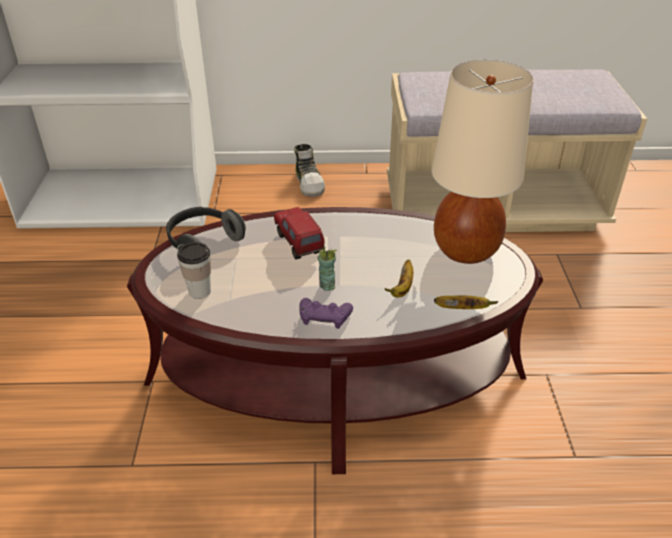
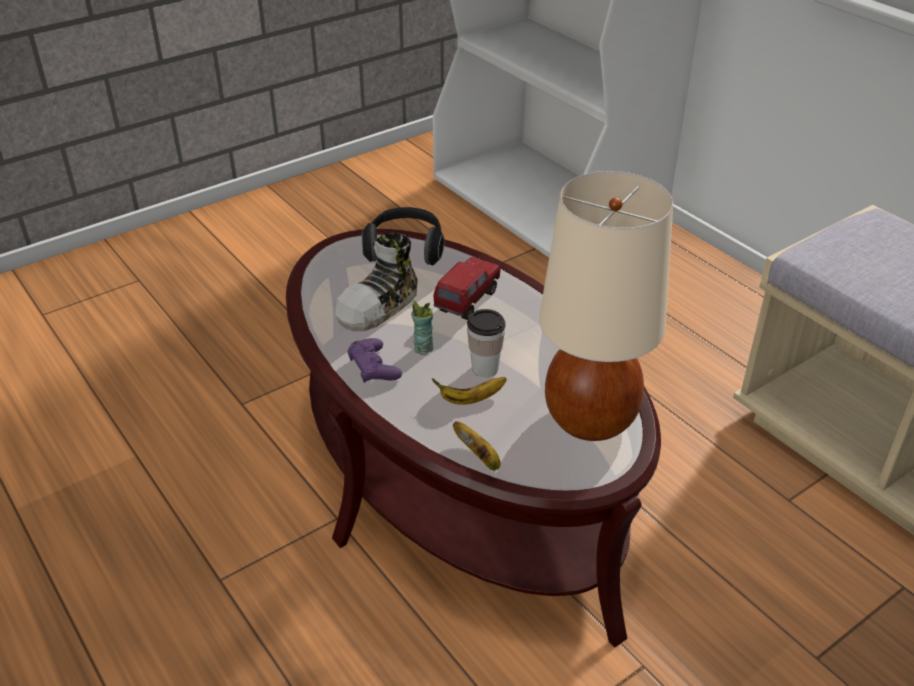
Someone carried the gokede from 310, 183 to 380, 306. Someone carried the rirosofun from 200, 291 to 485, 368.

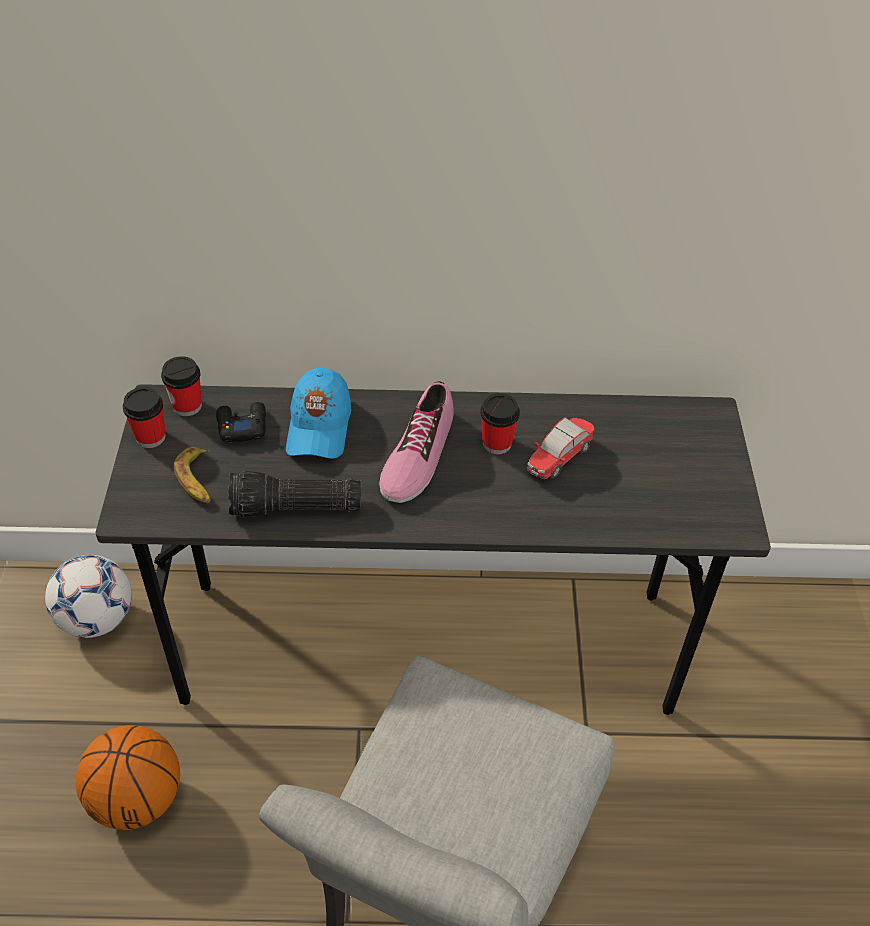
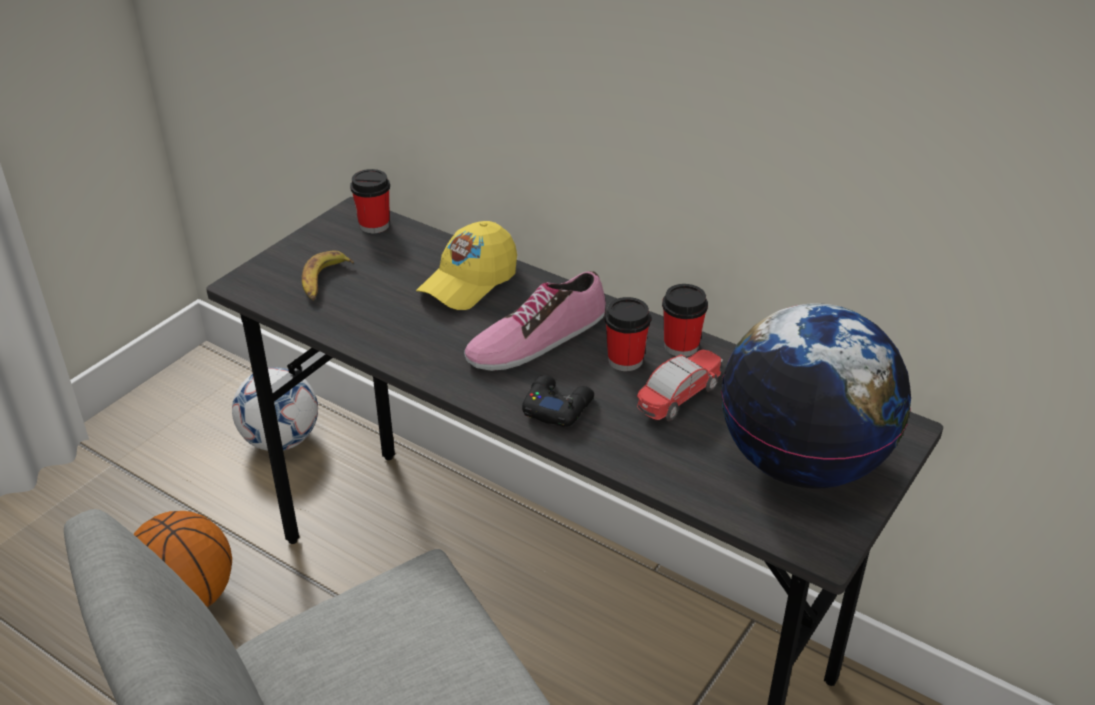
Someone repainted the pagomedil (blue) at 319, 427, which became the pagomedil (yellow) at 469, 282. Someone carried the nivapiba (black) from 242, 426 to 557, 407. Someone rotated the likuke at 559, 458 by 150 degrees clockwise. Someone carried the rirosofun from 150, 437 to 681, 346. Someone put down the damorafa at 803, 462. Someone took away the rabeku at 295, 509.

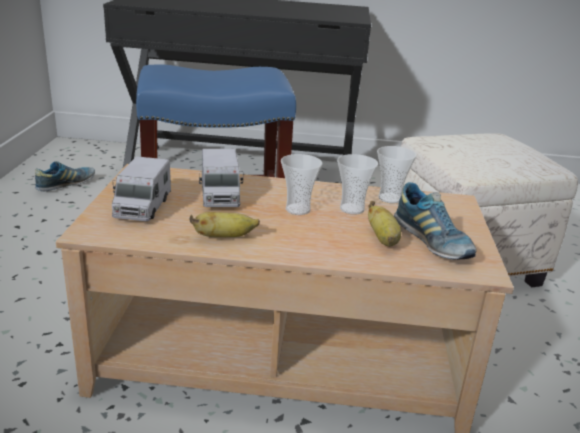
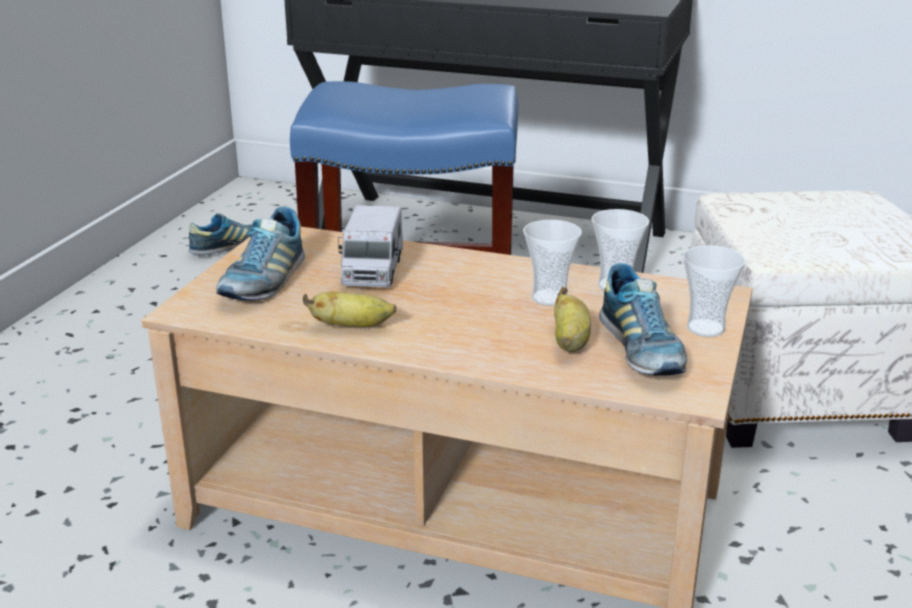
Someone swapped the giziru at 142, 207 for the gokede at 264, 281. Someone carried the rirosofun from 298, 209 to 705, 328.

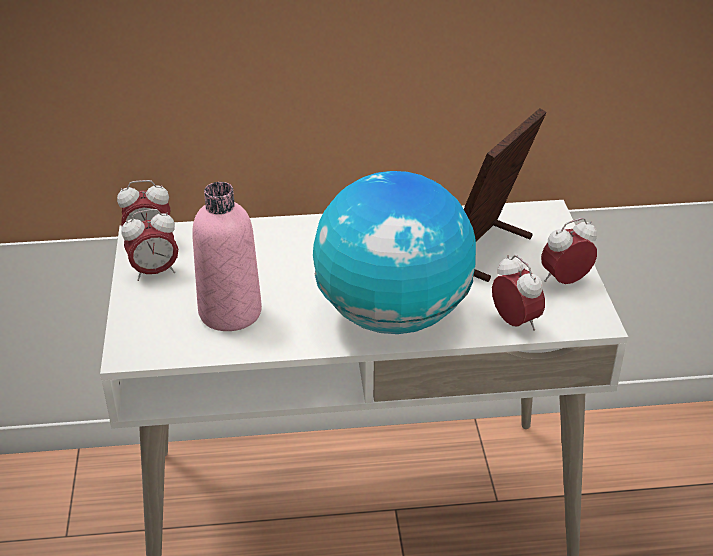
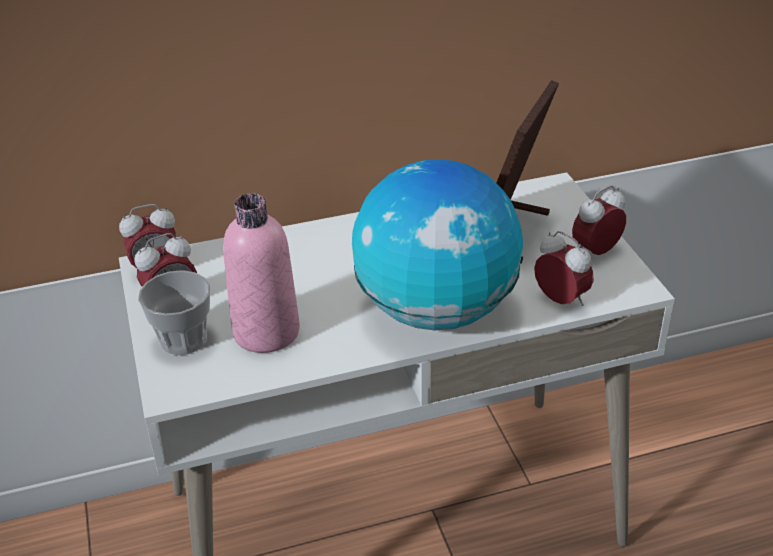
Someone put down the rirosofun at 183, 339.

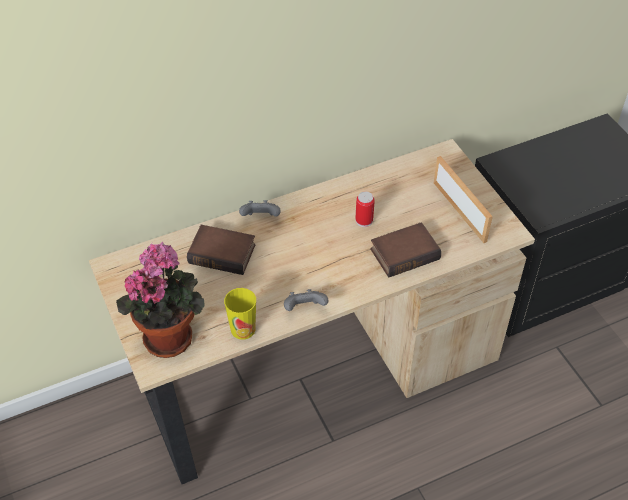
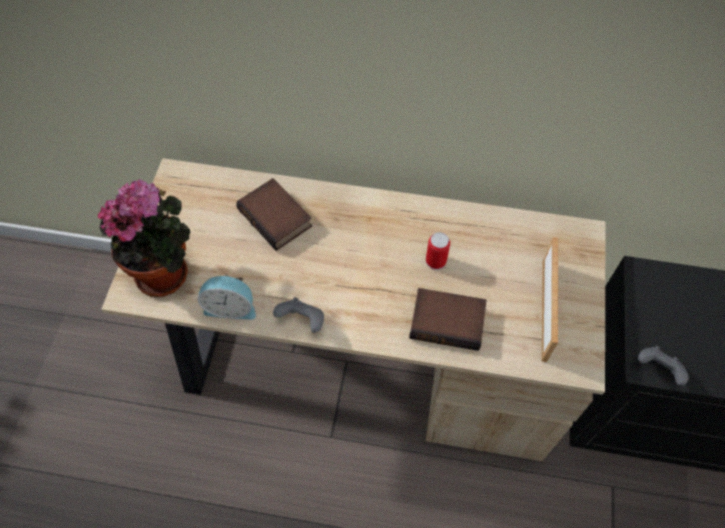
Someone swapped the rirosofun at 243, 329 for the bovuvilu at 231, 307. Someone carried the nivapiba (grey) from 261, 218 to 658, 370.

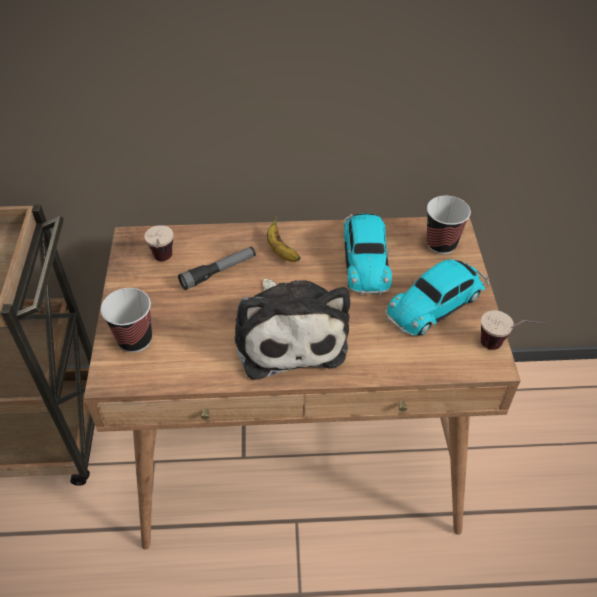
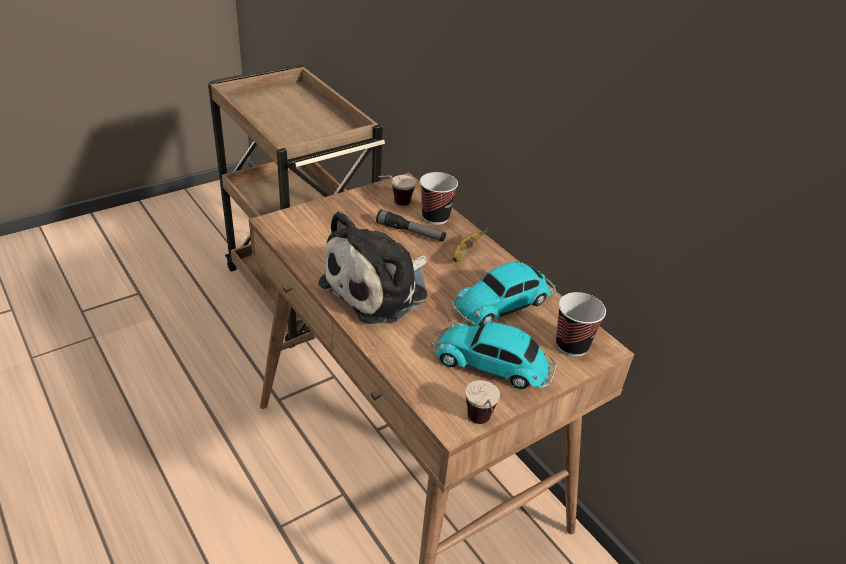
Someone carried the rirosofun from 135, 339 to 435, 217.

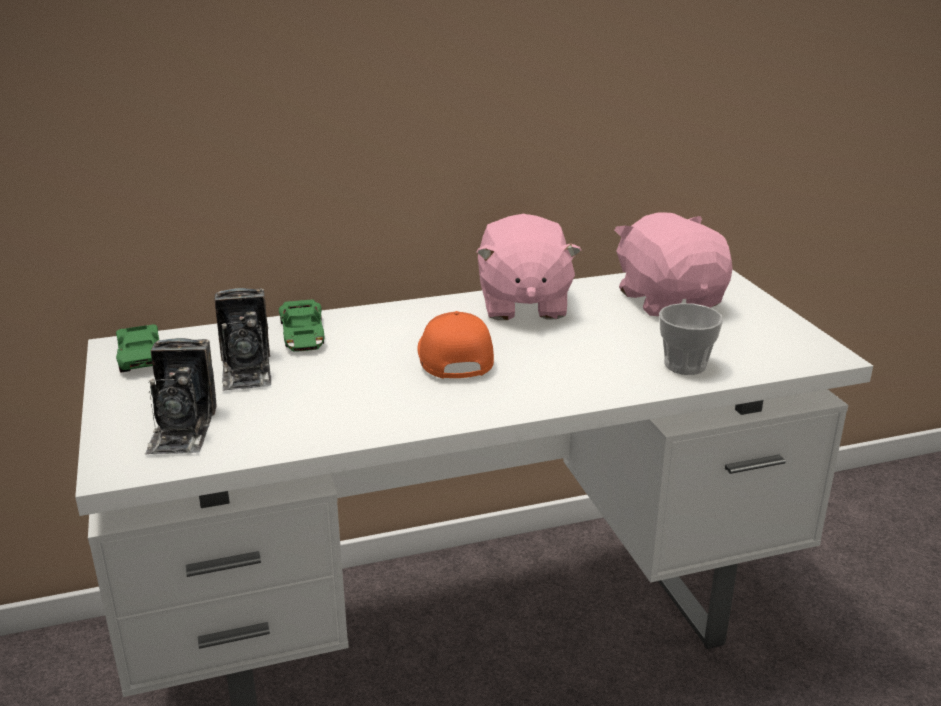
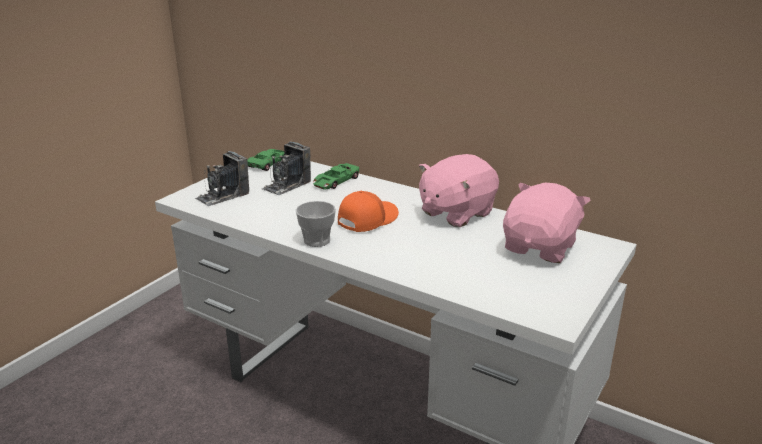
Someone carried the rirosofun from 685, 365 to 317, 240.

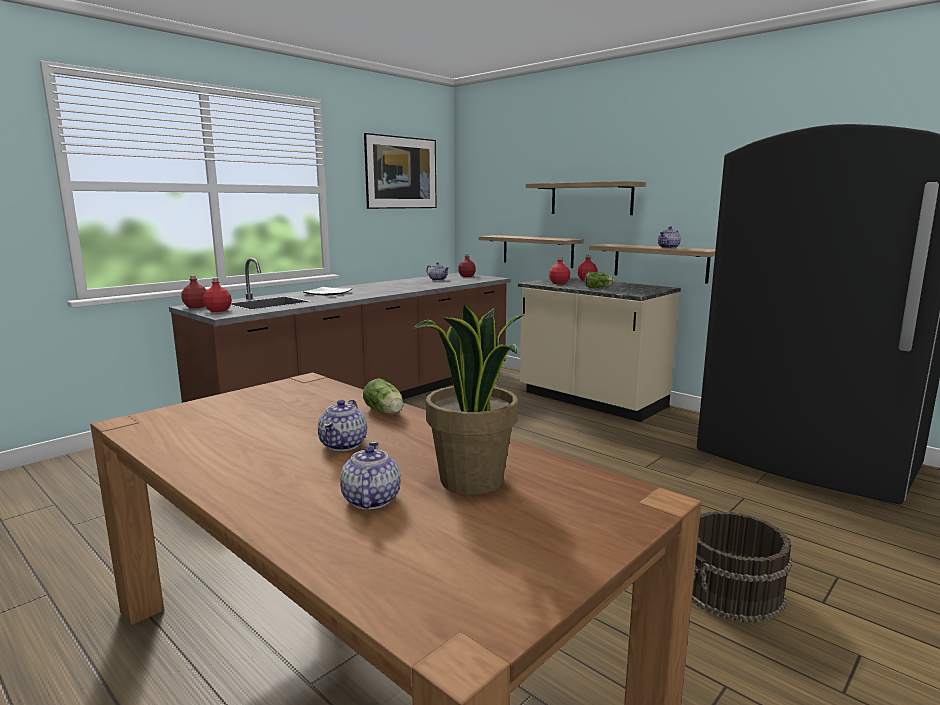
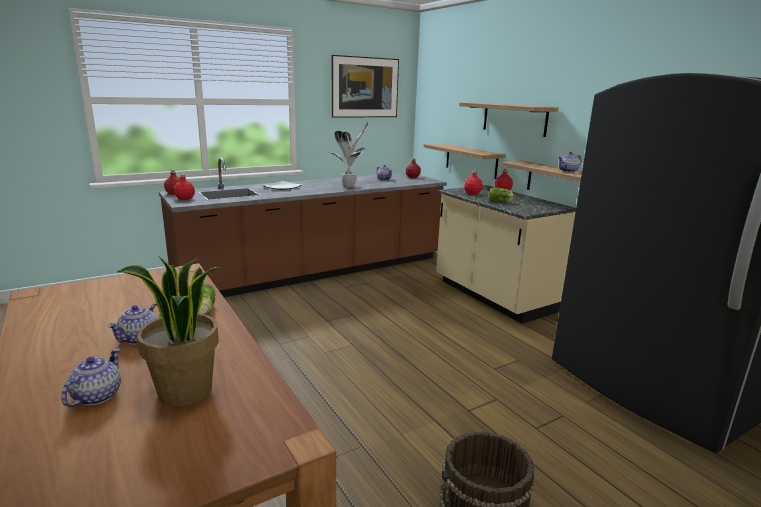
Someone put down the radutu at 350, 186.

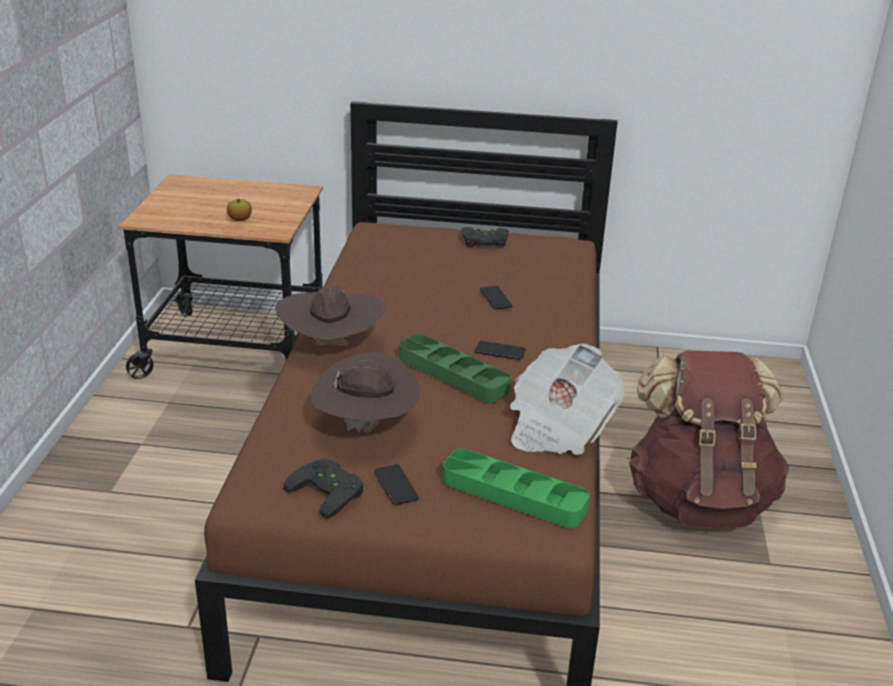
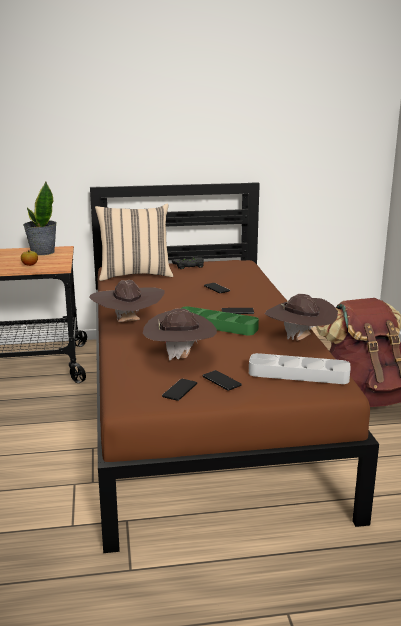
Someone put down the radutu at 42, 252. Someone put down the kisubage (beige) at 135, 275. Someone swapped the nivapiba (black) at 330, 490 for the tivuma at 179, 390. Someone repainted the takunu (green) at 513, 494, which became the takunu (grey) at 298, 374. Someone swapped the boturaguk at 558, 426 for the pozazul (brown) at 300, 340.

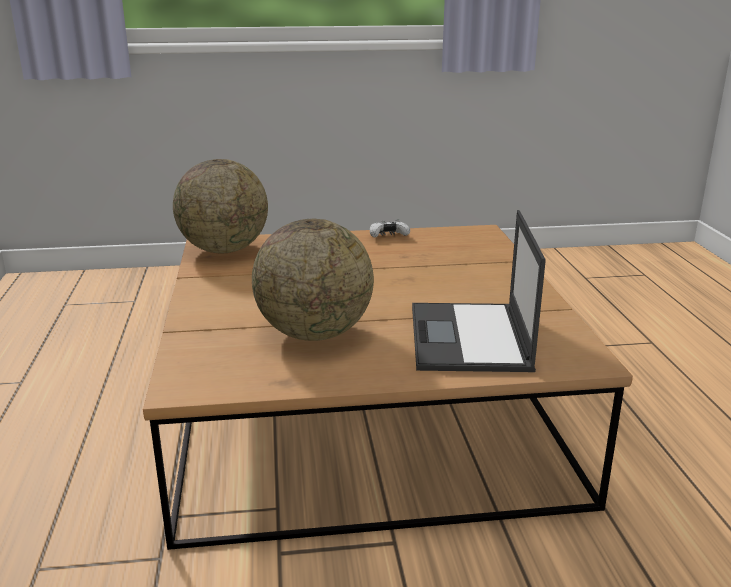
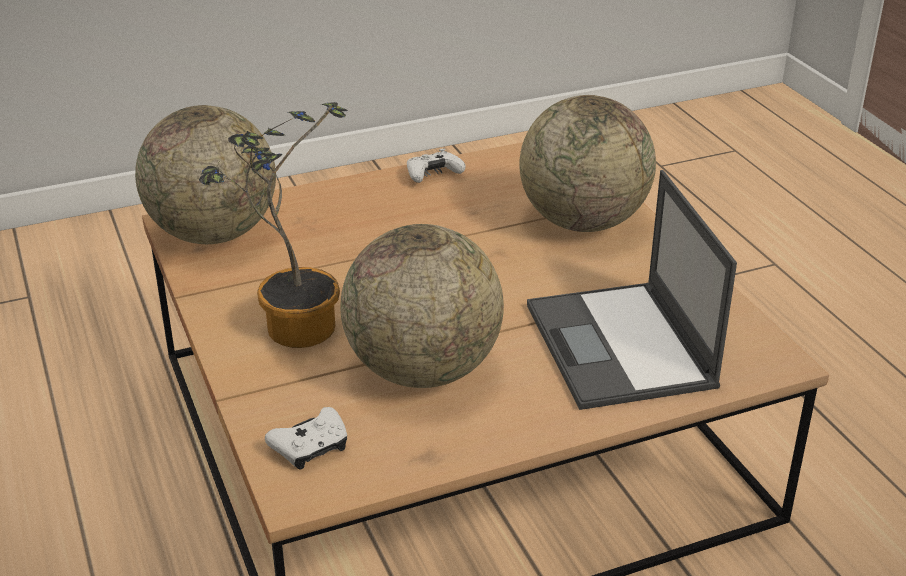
Someone put down the radutu at 292, 326. Someone put down the nivapiba (white) at 311, 448. Someone put down the damorafa at 583, 221.

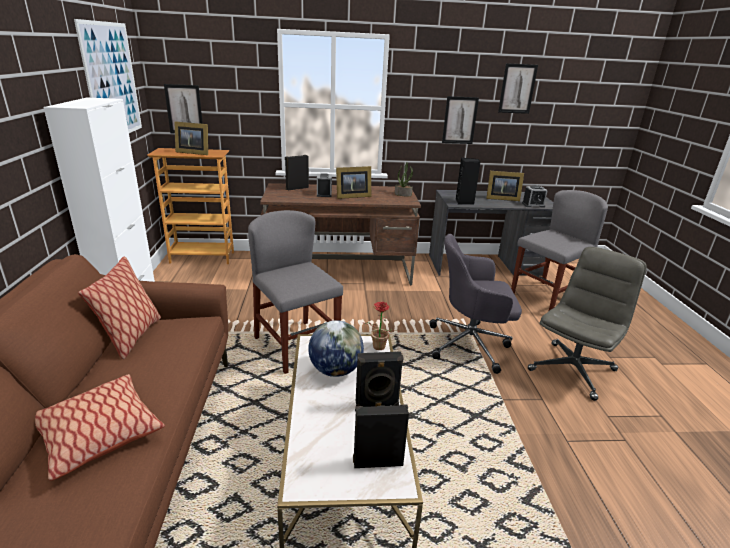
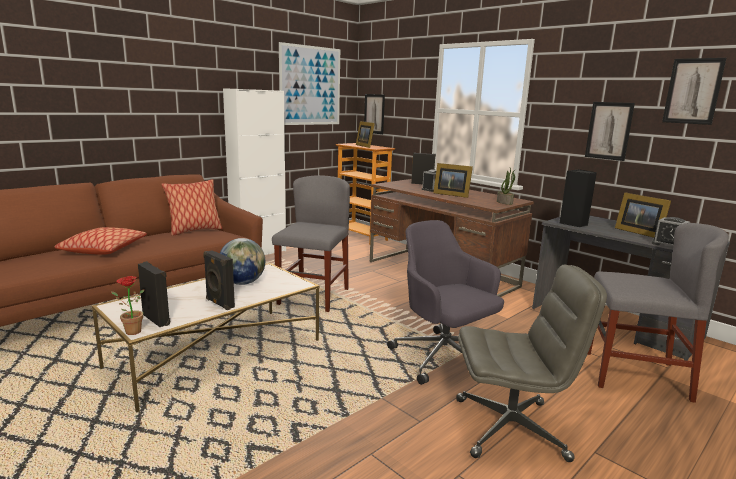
Someone carried the radutu from 377, 348 to 130, 331.

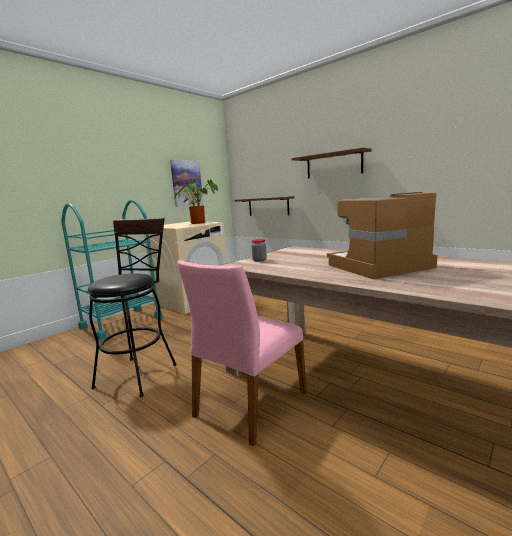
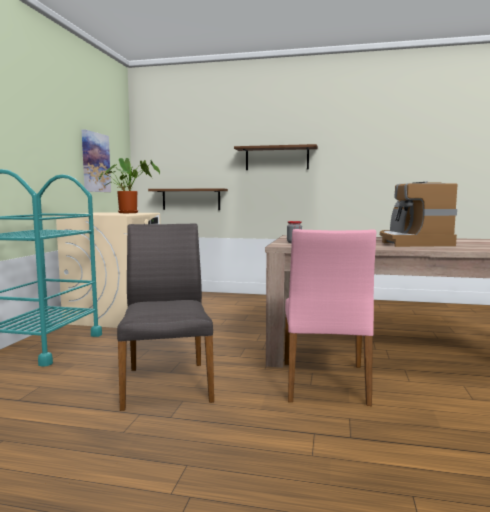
Someone swapped the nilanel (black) at 140, 372 for the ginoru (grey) at 167, 383. Someone rotated the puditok at 378, 267 by 45 degrees counterclockwise.

